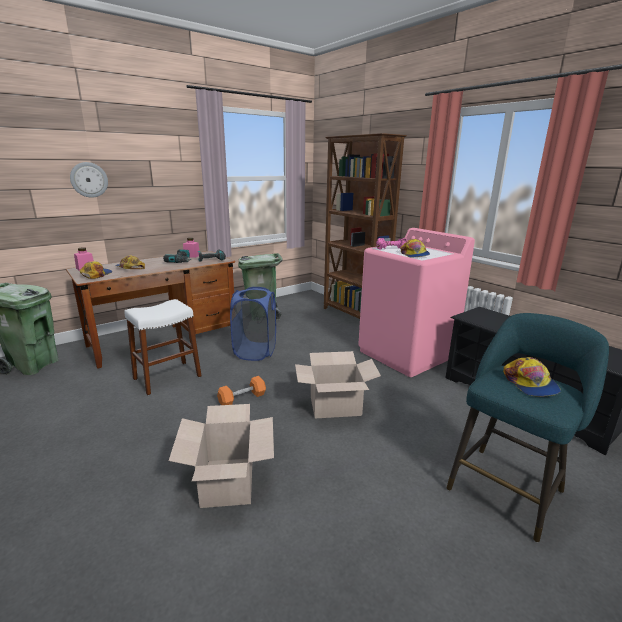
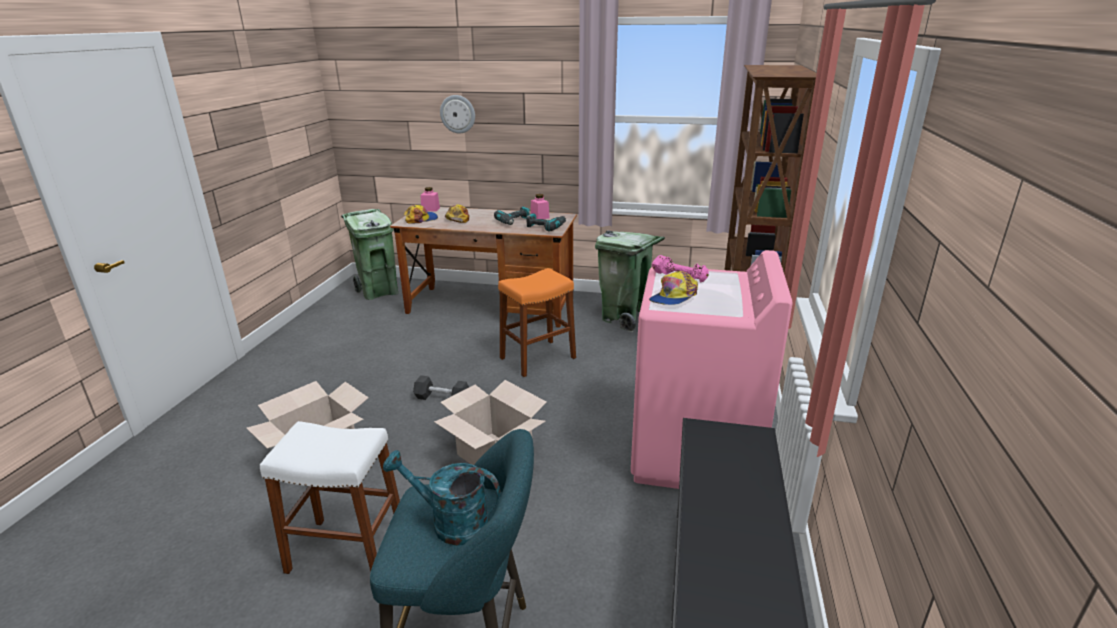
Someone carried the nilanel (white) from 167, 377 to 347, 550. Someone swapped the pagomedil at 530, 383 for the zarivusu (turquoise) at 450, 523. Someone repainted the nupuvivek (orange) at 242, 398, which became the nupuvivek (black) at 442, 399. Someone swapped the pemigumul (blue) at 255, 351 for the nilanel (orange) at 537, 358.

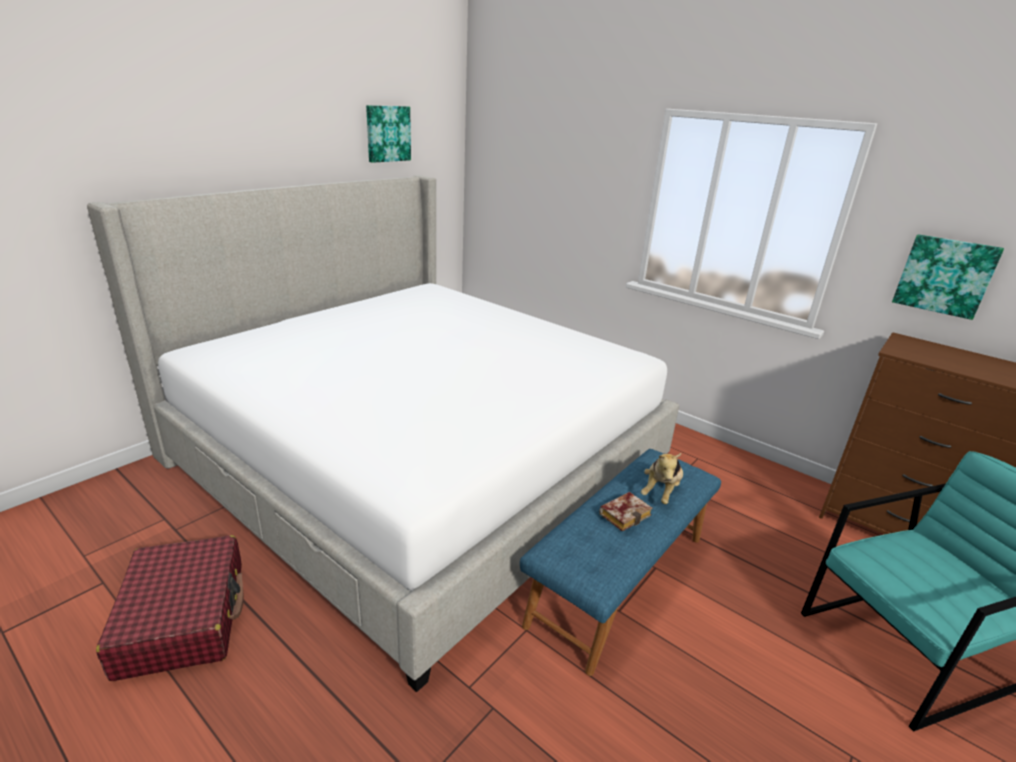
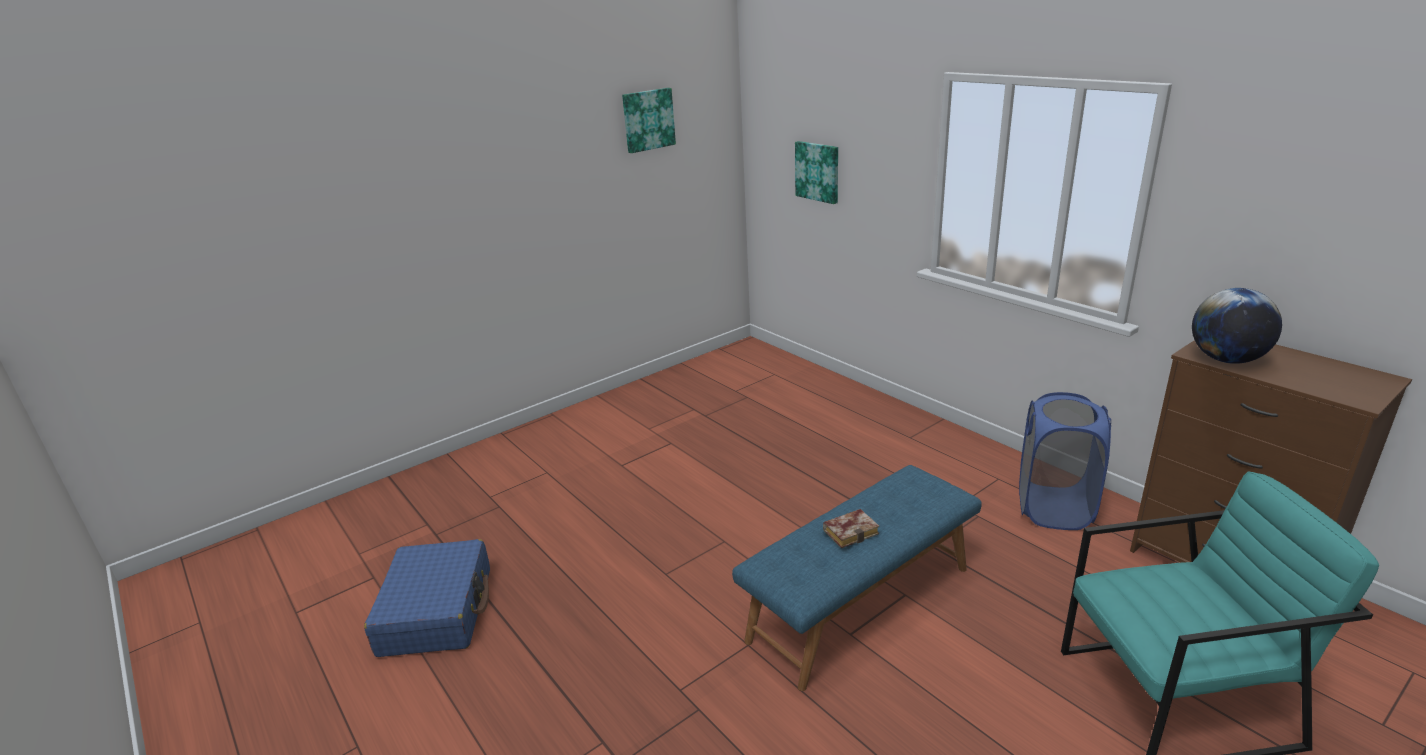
Someone repainted the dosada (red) at 183, 617, which became the dosada (blue) at 437, 611. Someone carried the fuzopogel from 945, 275 to 818, 171. Someone put down the pemigumul (blue) at 1053, 508. Someone put down the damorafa at 1226, 360. Someone took away the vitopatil at 419, 461. Someone took away the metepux at 661, 491.

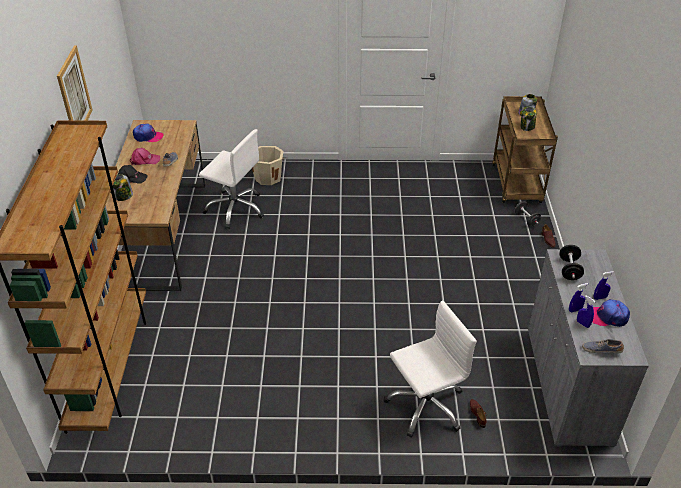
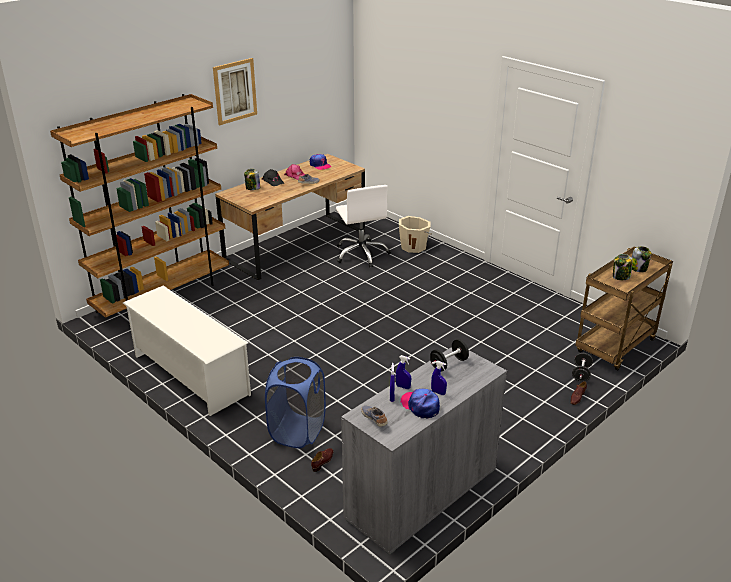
Someone put down the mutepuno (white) at 190, 374. Someone swapped the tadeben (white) at 425, 405 for the pemigumul (blue) at 297, 431.

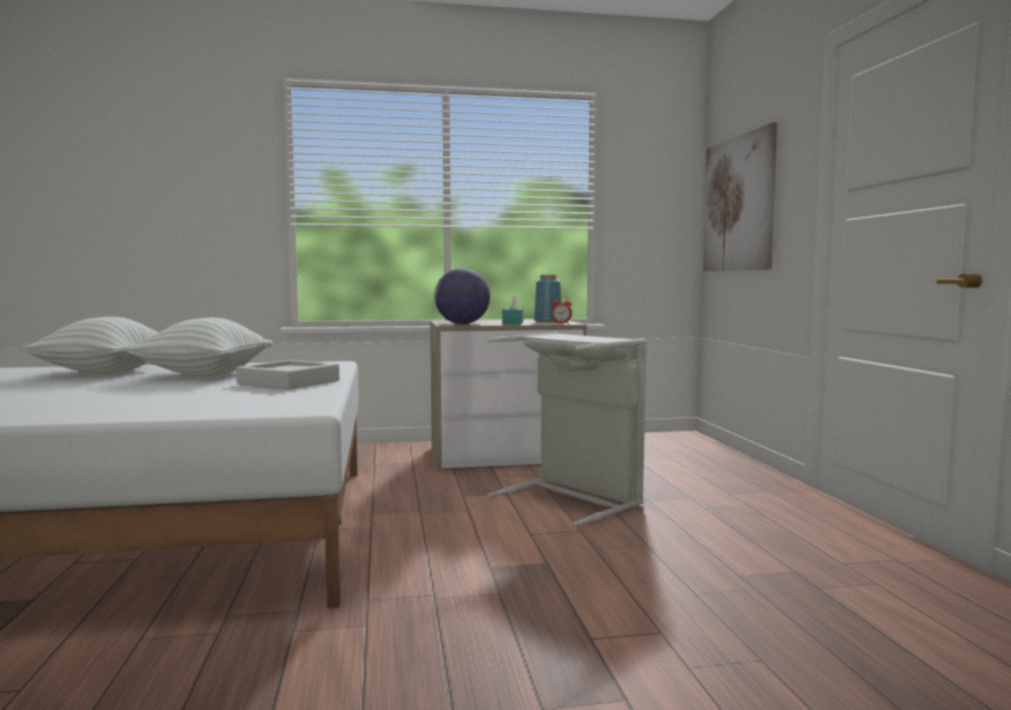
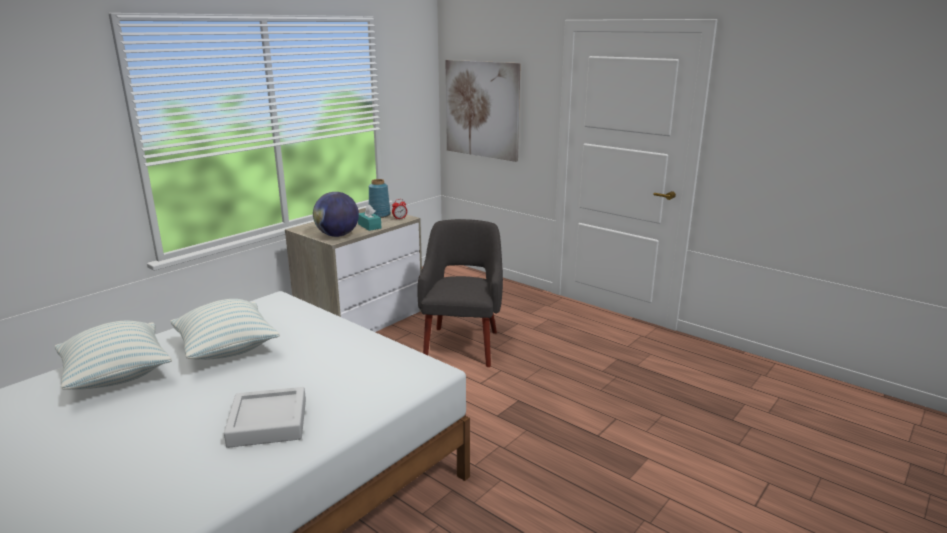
Someone carried the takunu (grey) from 289, 382 to 268, 423. Someone swapped the pemigumul (grey) at 574, 498 for the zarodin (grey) at 462, 345.

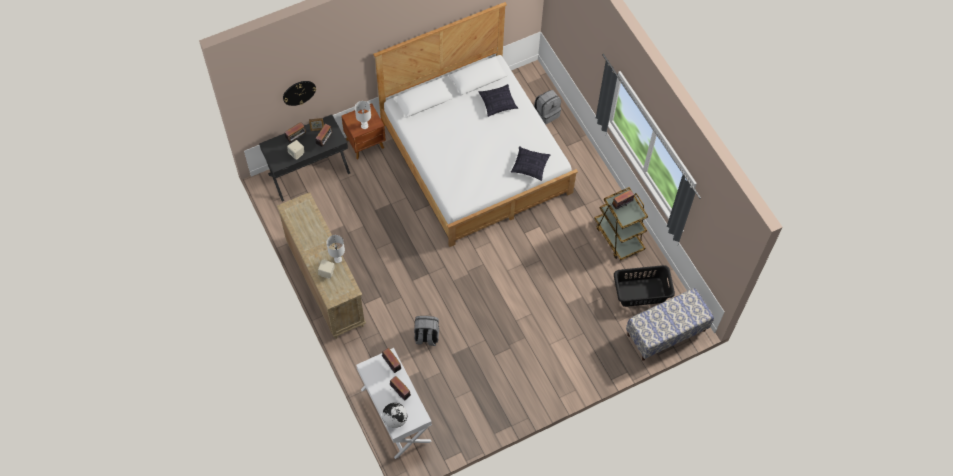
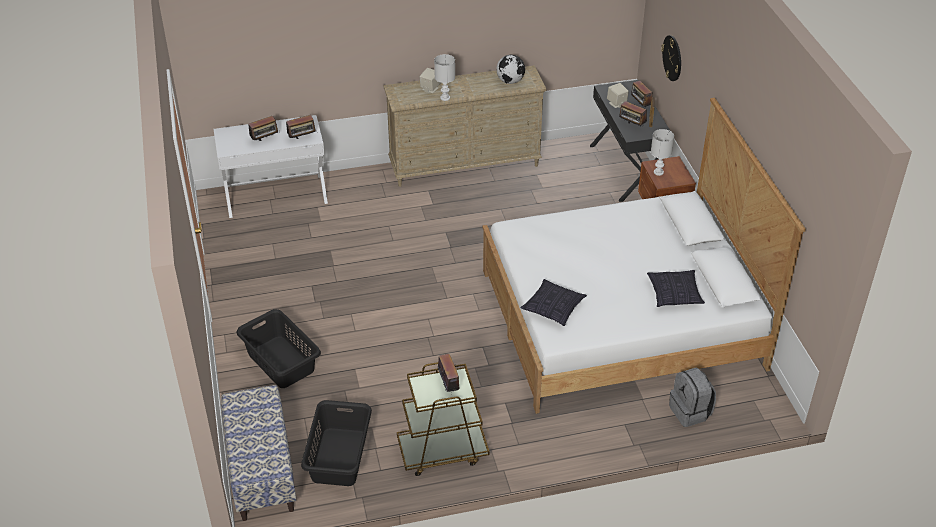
Someone put down the pemigumul (black) at 281, 361. Someone carried the damorafa from 395, 419 to 510, 81. Someone took away the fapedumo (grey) at 426, 337.

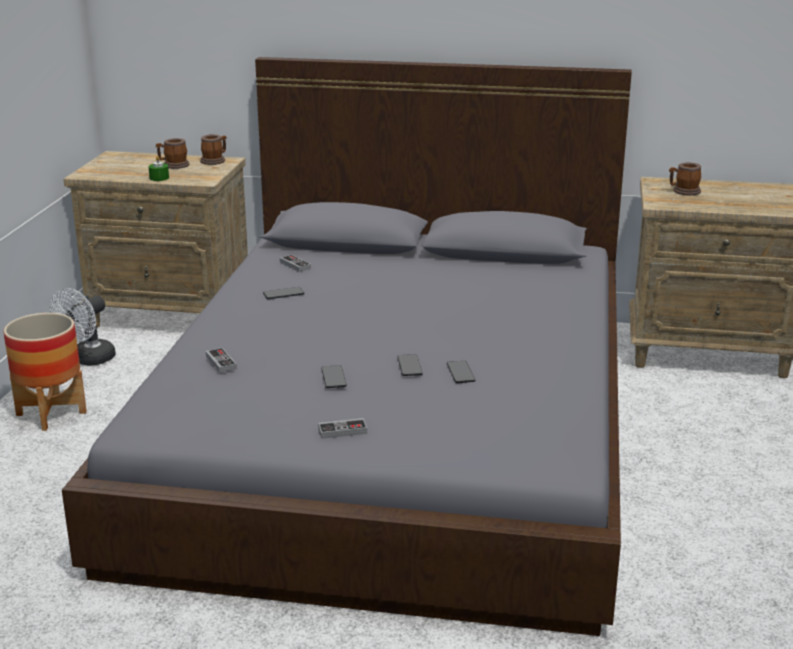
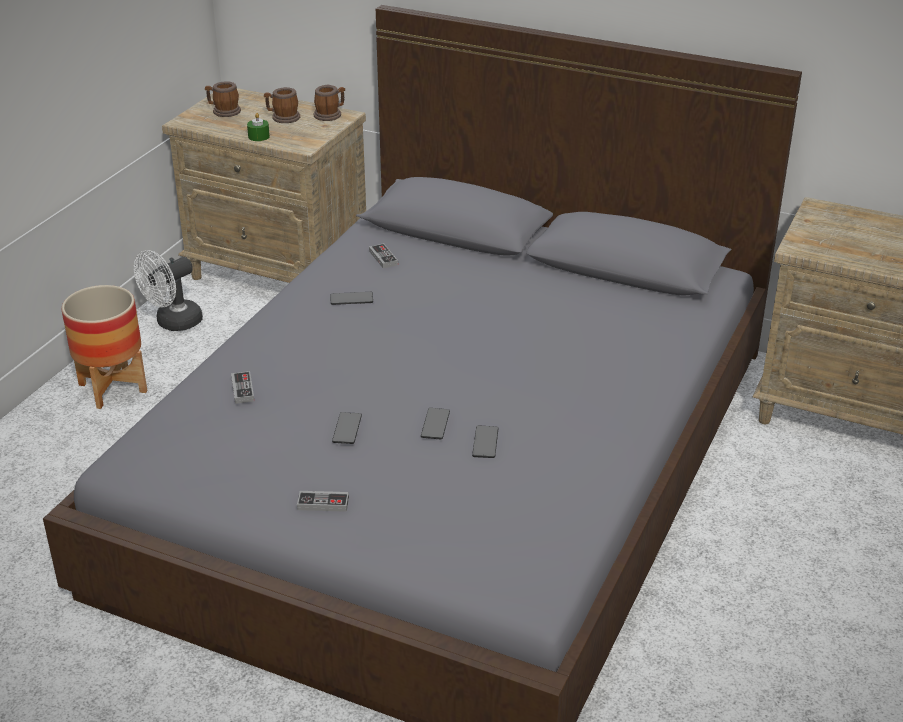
Someone carried the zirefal from 683, 191 to 223, 111.

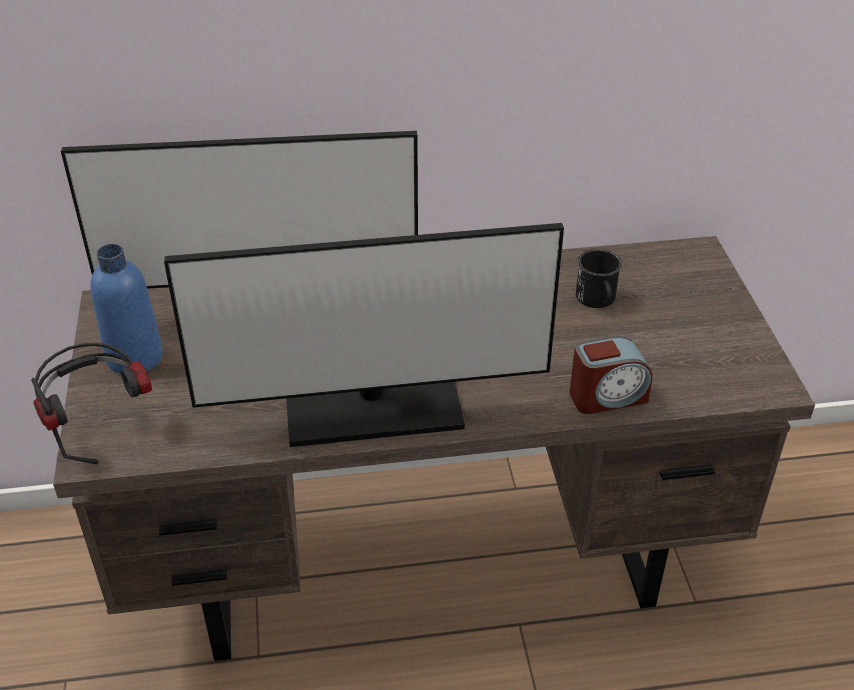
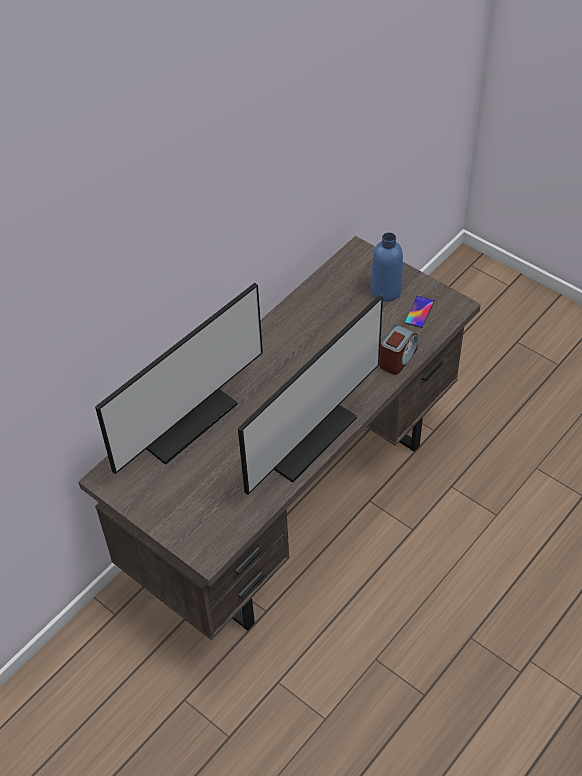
Someone carried the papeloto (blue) from 134, 357 to 386, 290. Someone put down the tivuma at 419, 312. Someone took away the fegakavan at 99, 426. Someone took away the zirefal (black) at 597, 300.

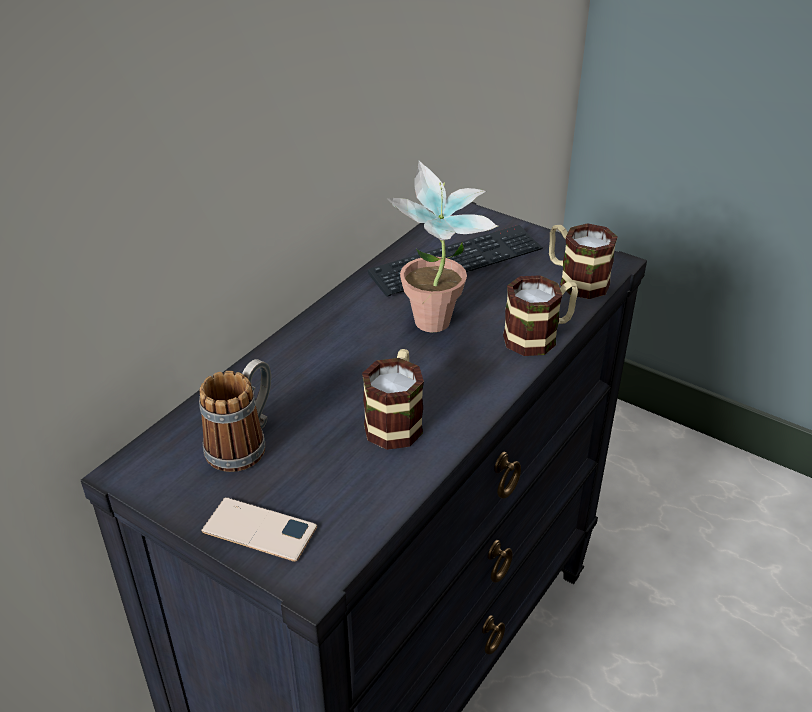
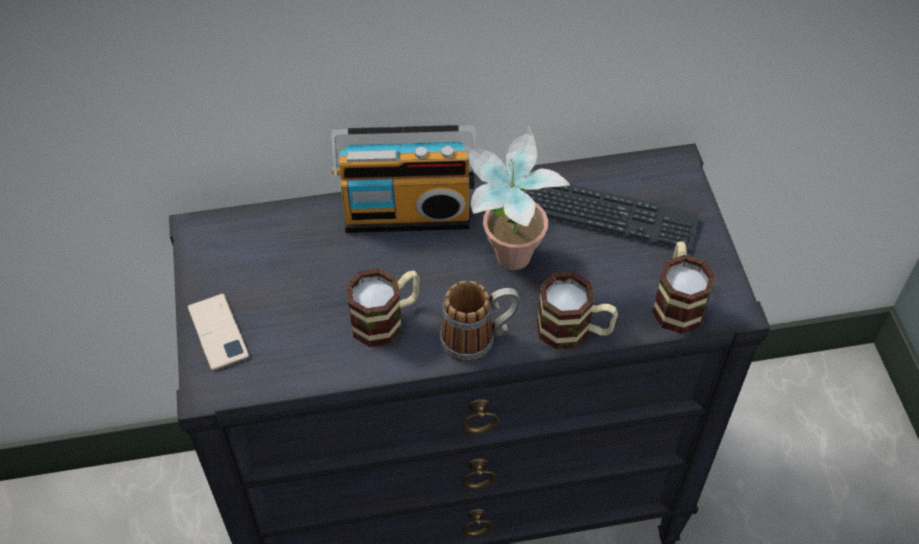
Someone put down the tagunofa at 407, 212. Someone carried the zirefal from 244, 443 to 479, 338.

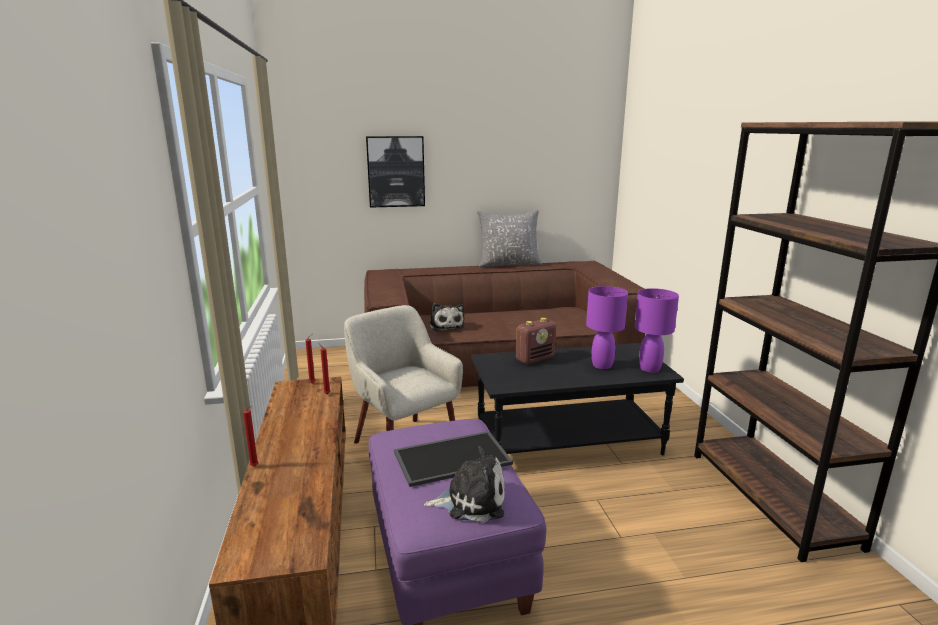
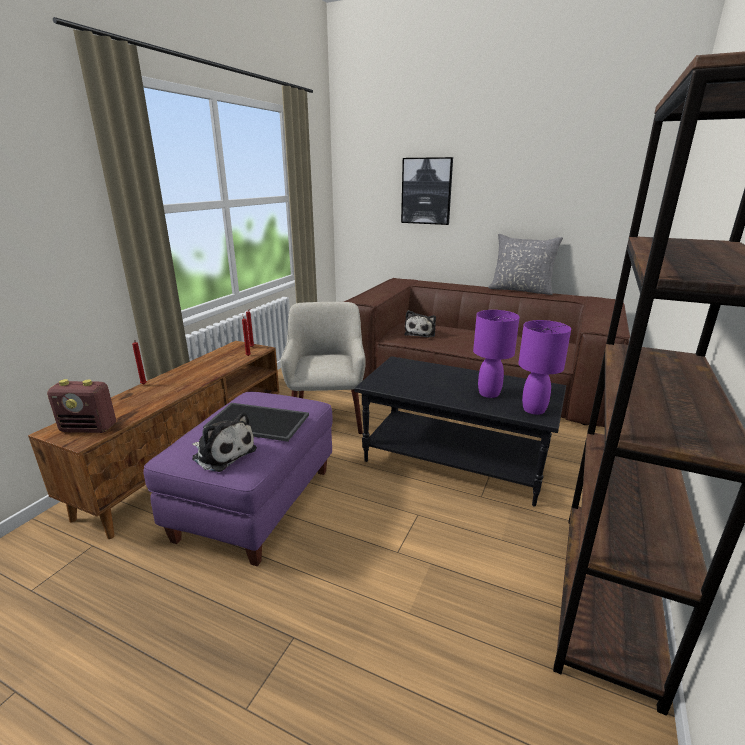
Someone carried the tagunofa from 535, 359 to 89, 428.

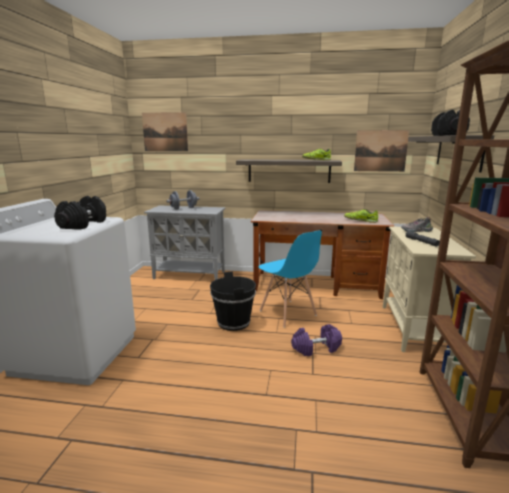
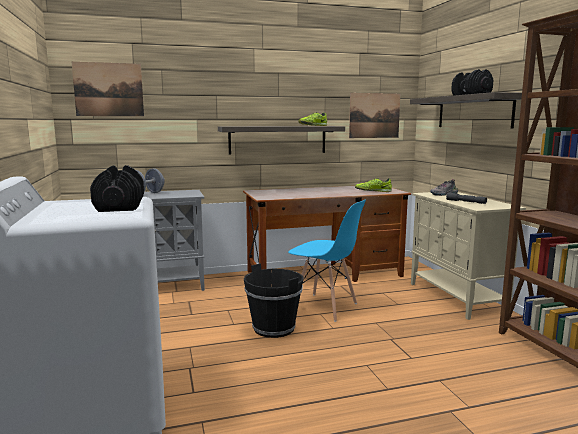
Someone took away the nupuvivek (purple) at 316, 349.

